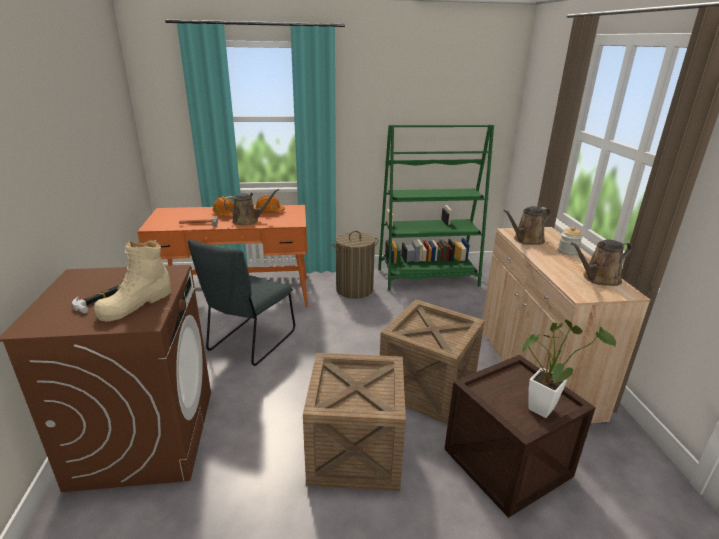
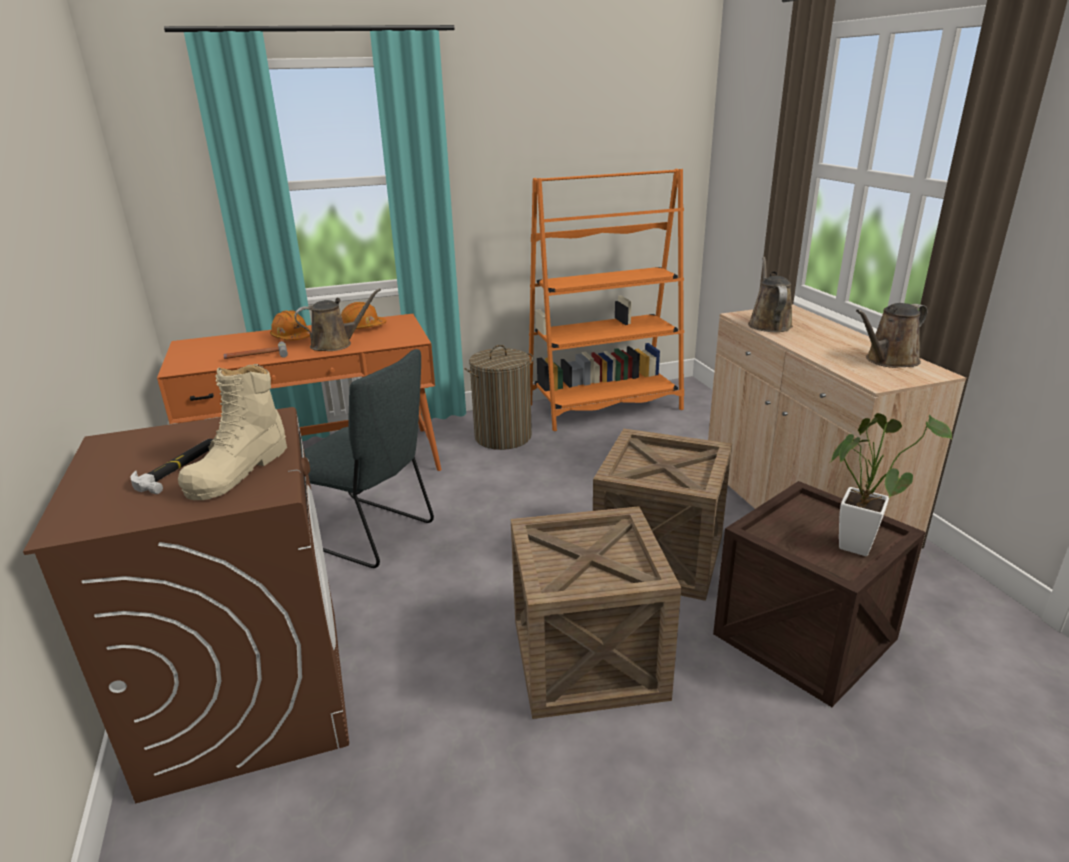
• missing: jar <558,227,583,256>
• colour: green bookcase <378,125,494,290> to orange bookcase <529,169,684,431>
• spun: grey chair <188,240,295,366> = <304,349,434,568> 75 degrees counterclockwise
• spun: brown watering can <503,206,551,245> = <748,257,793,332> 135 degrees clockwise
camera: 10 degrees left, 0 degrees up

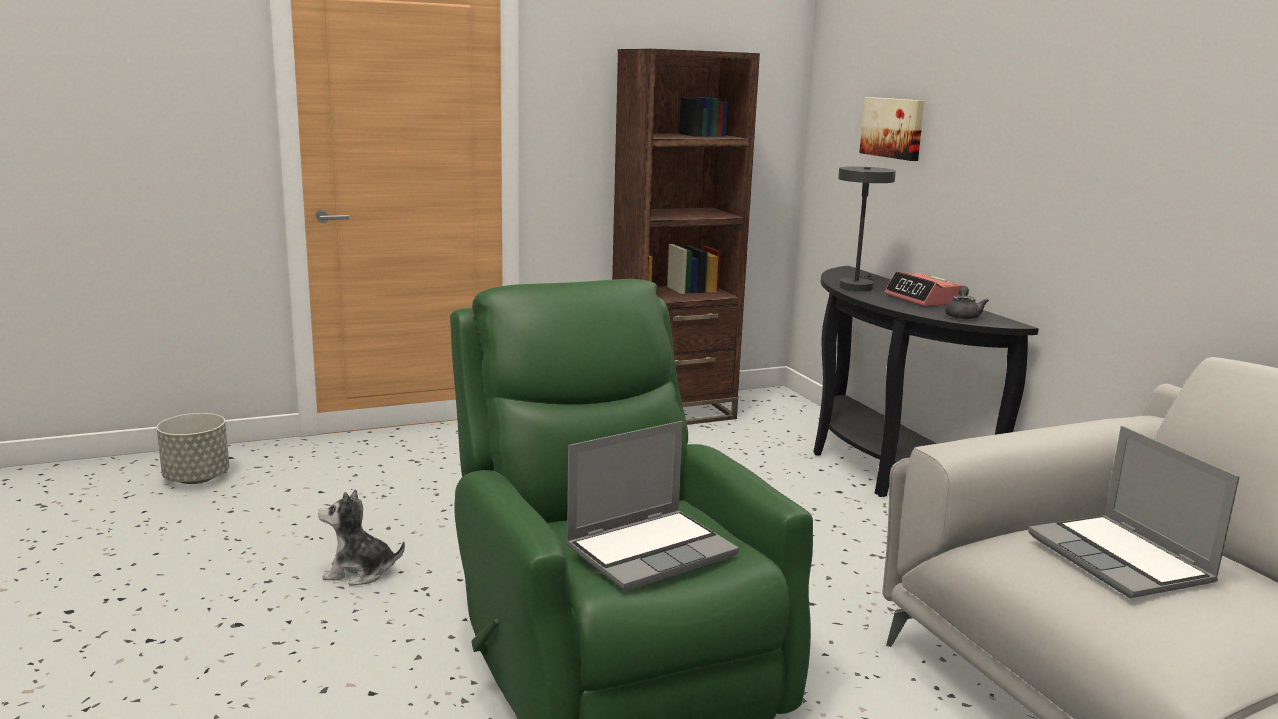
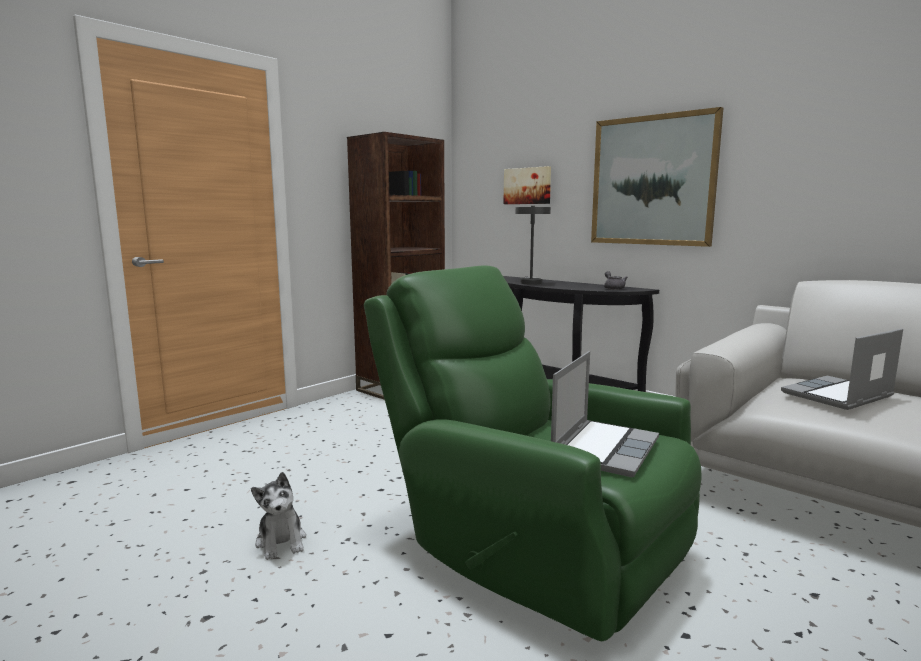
• missing: grey planter <157,413,229,484>
• missing: alarm clock <885,271,962,306>
• appeared: picture <591,107,723,247>
• spun: plush toy <318,489,405,586> = <251,472,306,560> 90 degrees counterclockwise
• spun: laptop <1028,426,1239,598> = <781,329,903,410> 105 degrees clockwise
camera: 25 degrees left, 5 degrees down

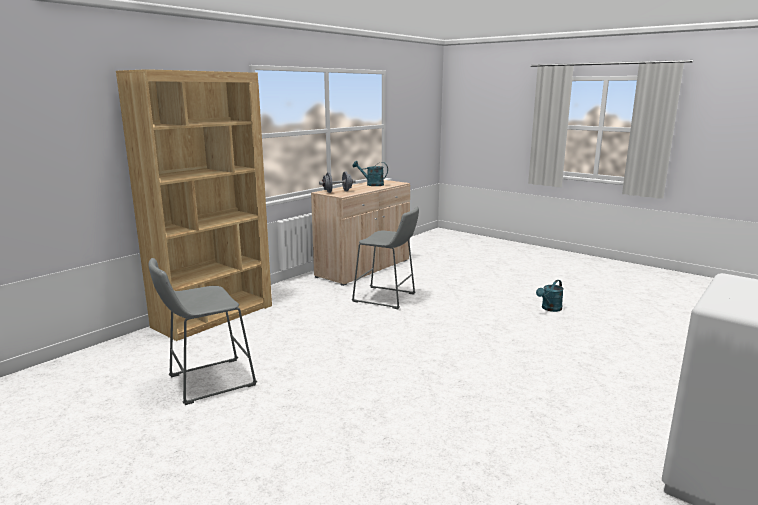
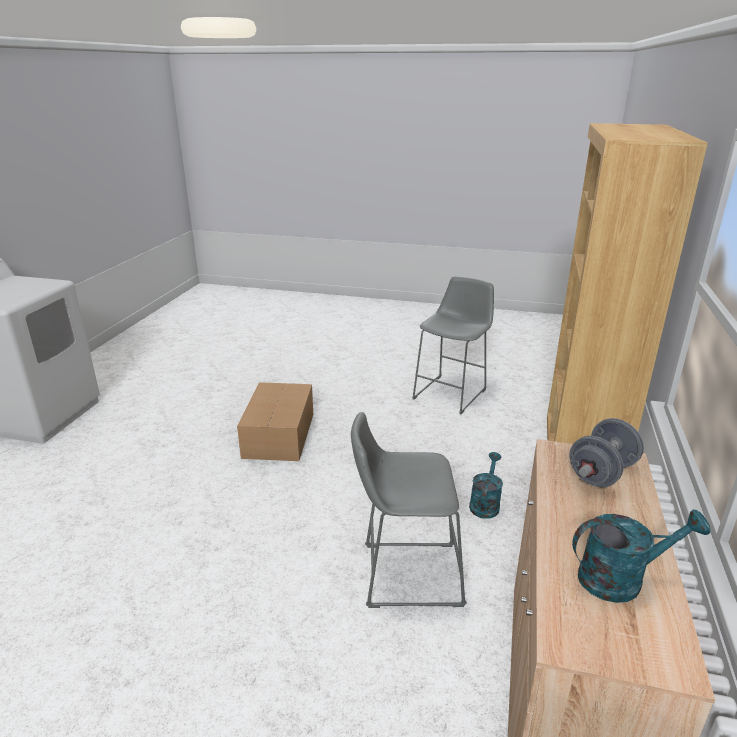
• appeared: cardboard box <237,382,313,461>
• relocated: turquoise watering can <536,280,564,312> to <469,452,503,519>
camera: 155 degrees right, 10 degrees up

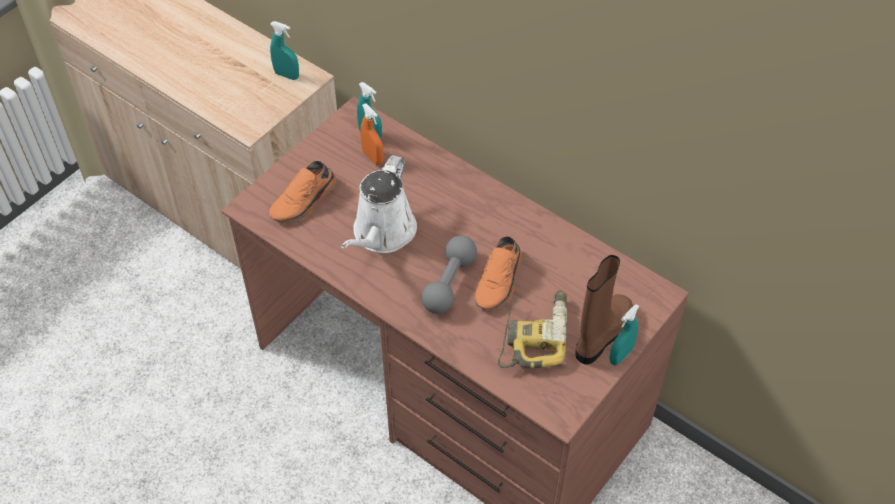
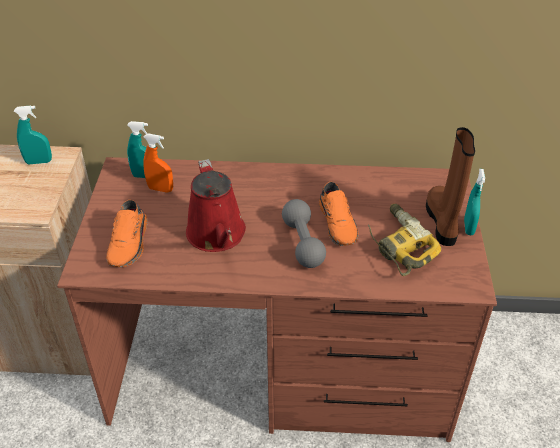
• colour: white watering can <341,155,417,253> to red watering can <186,159,246,252>
camera: 35 degrees left, 10 degrees down

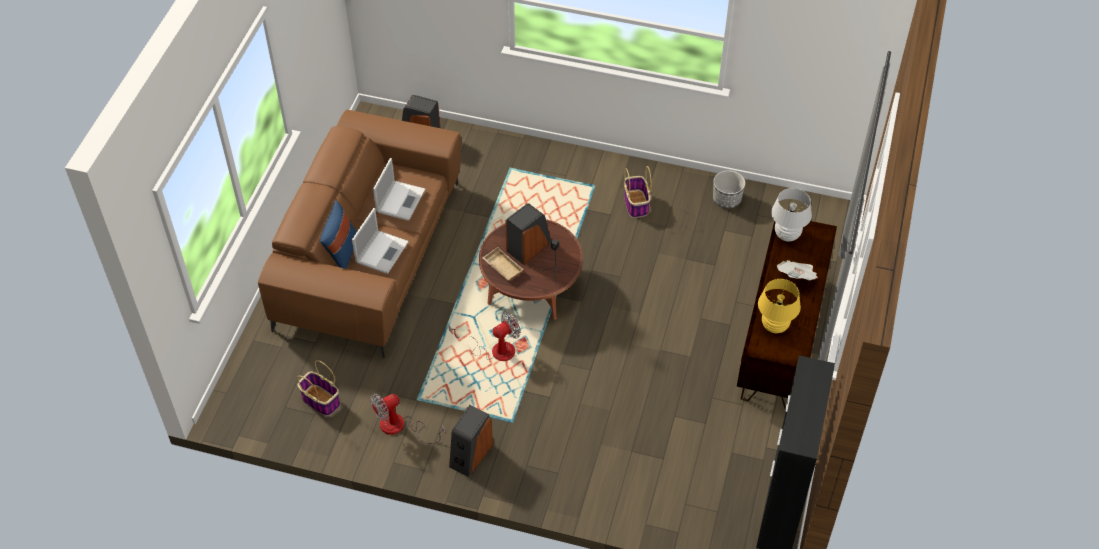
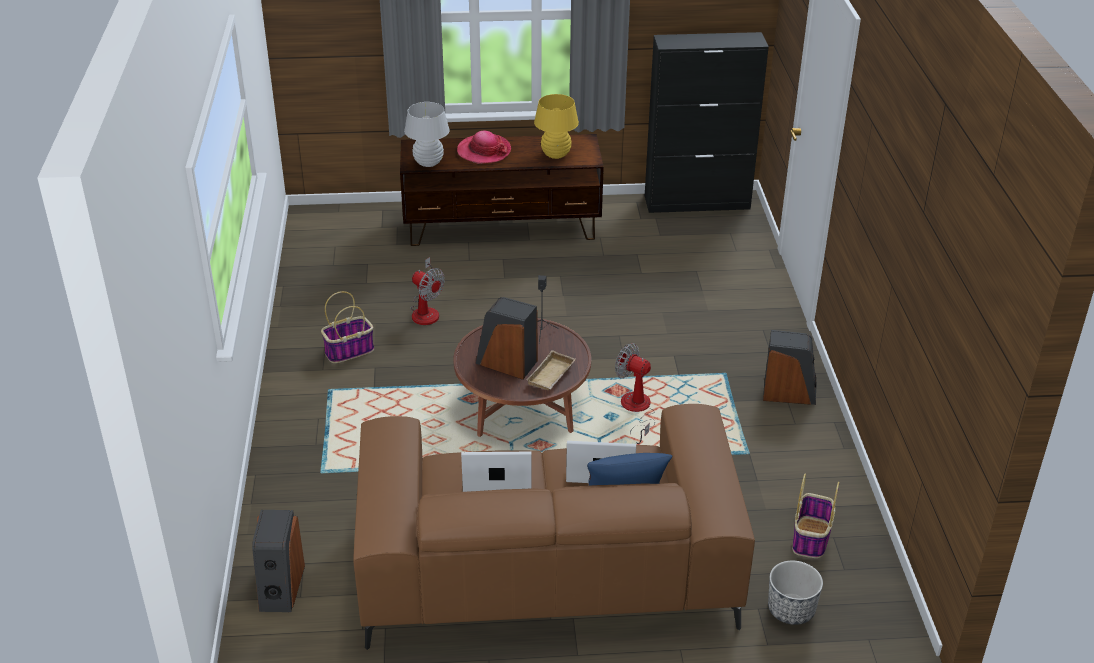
• relocated: fan <370,393,446,444> to <410,257,445,325>
• relocated: planter <713,170,745,209> to <768,561,823,625>
• exchanged: newspaper <777,260,818,280> to hat <457,131,511,164>
camera: 110 degrees left, 15 degrees down

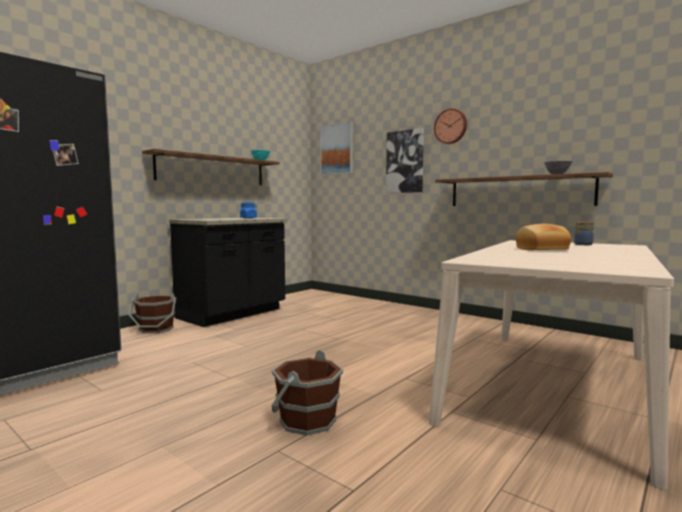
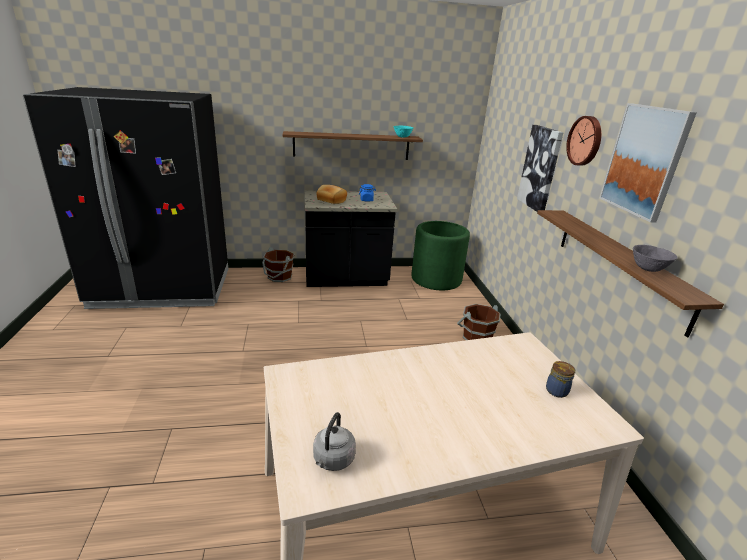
• appeared: grey kettle <313,412,356,471>
• appeared: green planter <411,221,470,290>
• relocated: brown bucket <272,350,343,435> to <457,304,501,340>
• relocated: picture <320,121,353,175> to <600,103,697,222>
• relocated: bread <515,224,571,250> to <316,185,347,204>
camera: 40 degrees right, 20 degrees up

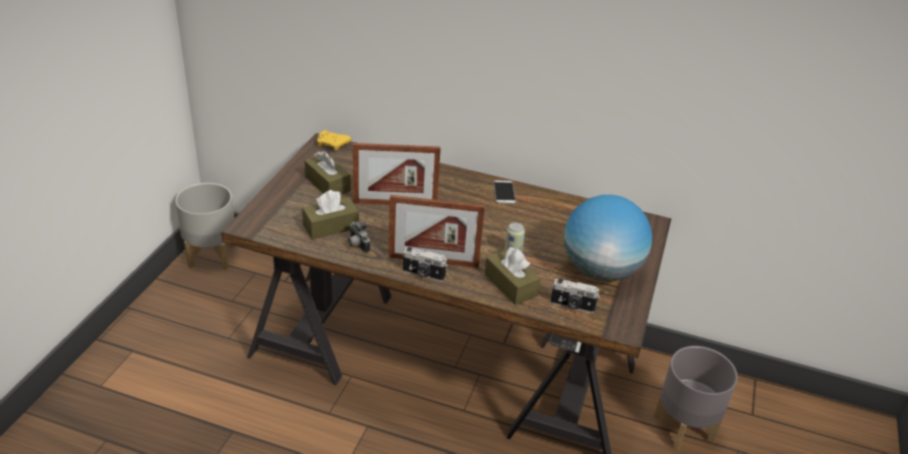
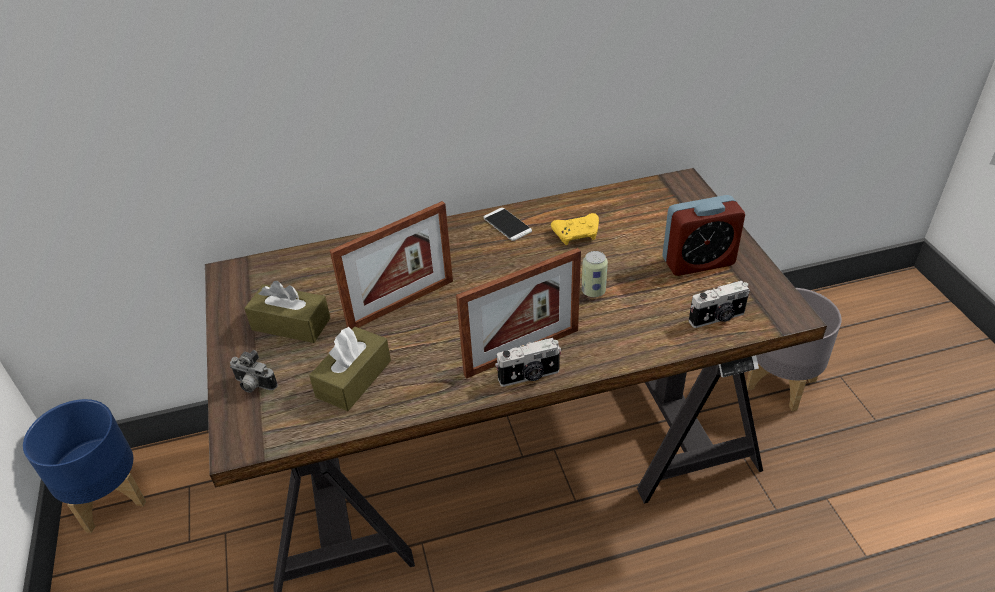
• missing: brown tissue box <485,247,541,305>
• relocated: yellow game controller <317,130,351,150> to <551,213,599,245>
• relocated: photo camera <348,220,370,253> to <230,350,278,393>
• exchanged: globe <564,195,652,282> to alarm clock <662,195,745,276>
• colour: grey planter <176,183,235,270> to blue planter <23,399,146,533>
camera: 30 degrees left, 5 degrees up

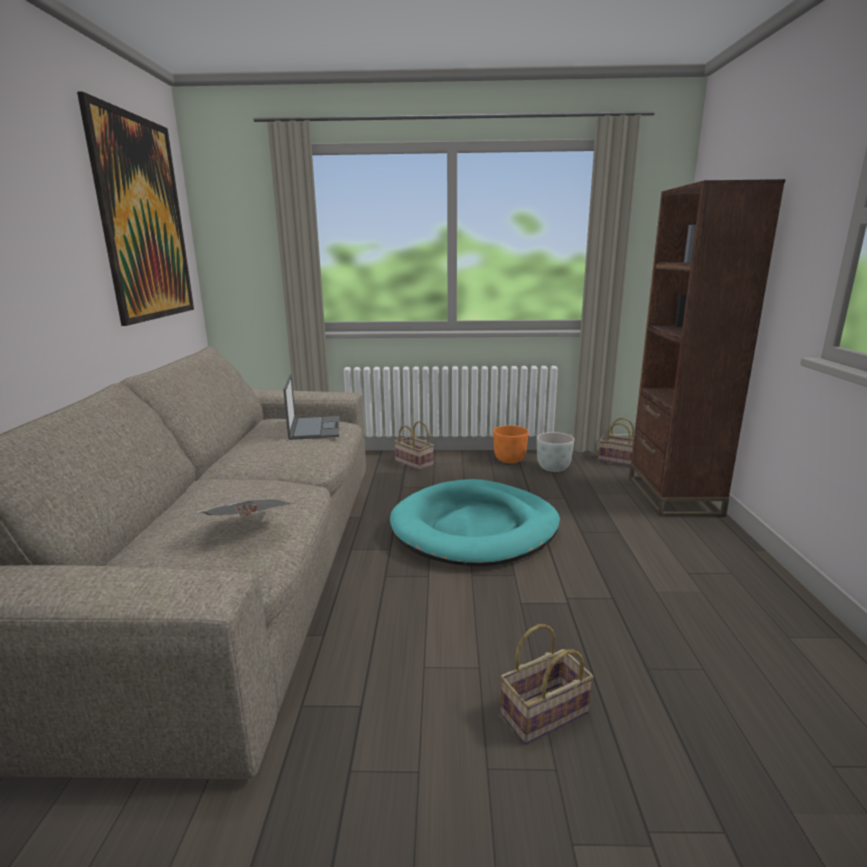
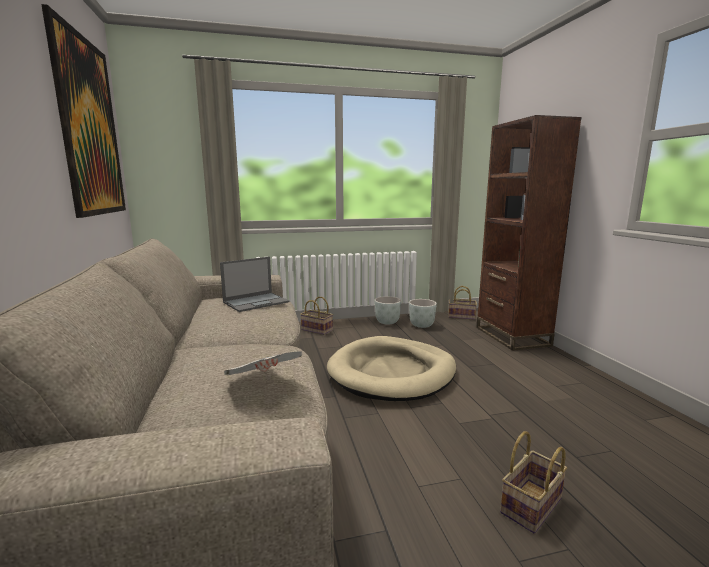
• colour: turquoise dog bed <390,479,560,566> to beige dog bed <327,336,456,401>
• colour: orange planter <493,425,529,463> to grey planter <375,296,401,325>
• spun: laptop <283,374,339,440> = <220,257,289,312> 75 degrees clockwise
camera: 15 degrees left, 5 degrees down

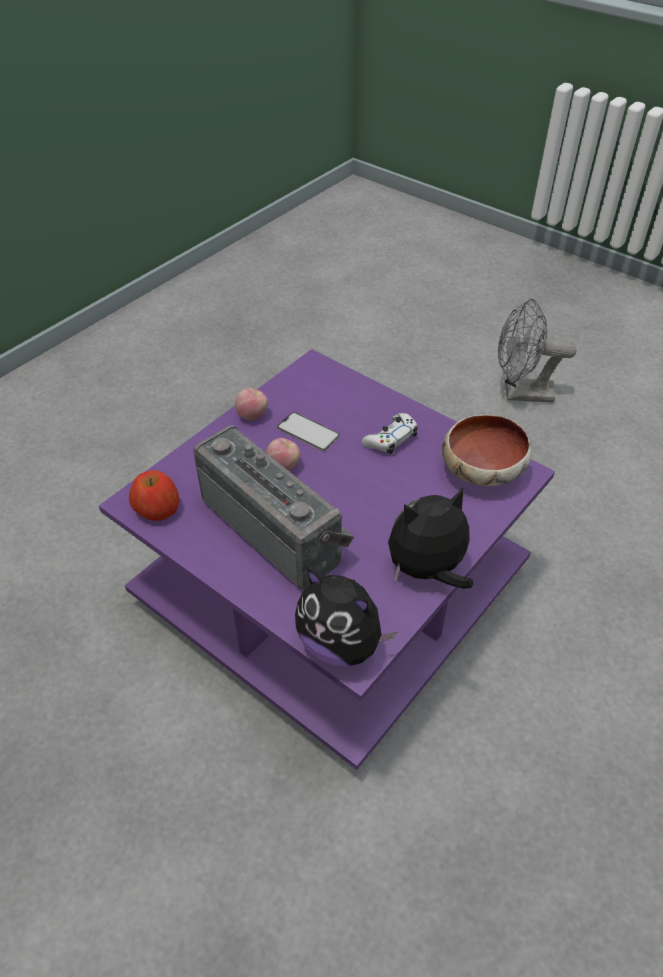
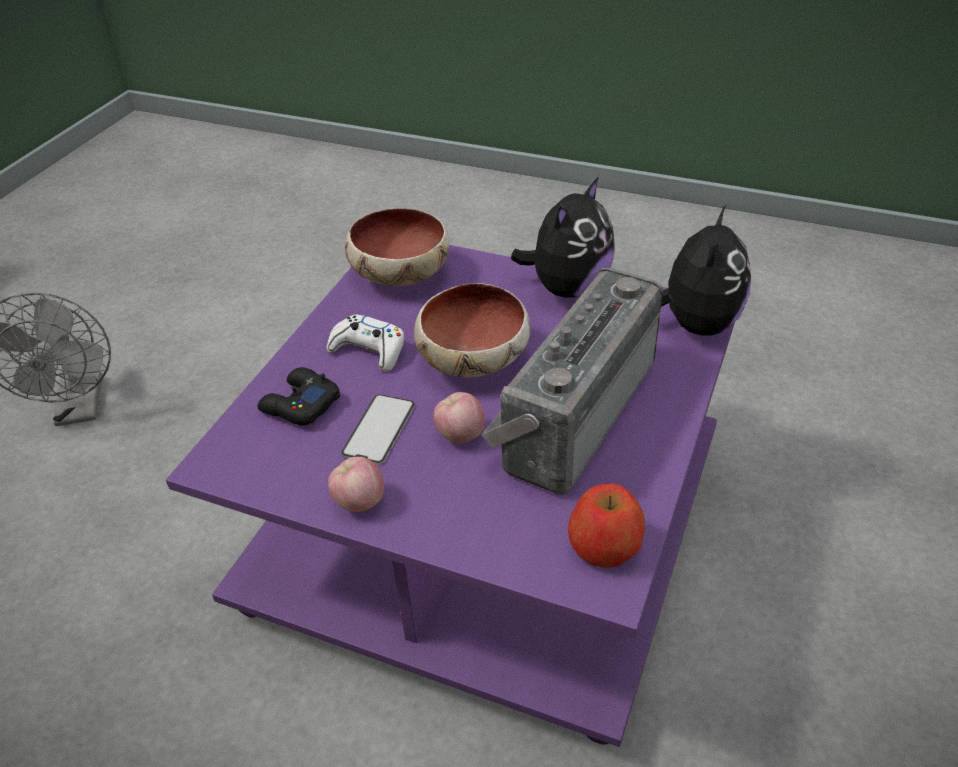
• appeared: black game controller <257,367,340,426>
• appeared: bowl <414,283,531,377>
• spun: plush toy <388,488,473,589> = <511,176,615,298> 105 degrees counterclockwise
camera: 105 degrees left, 5 degrees down

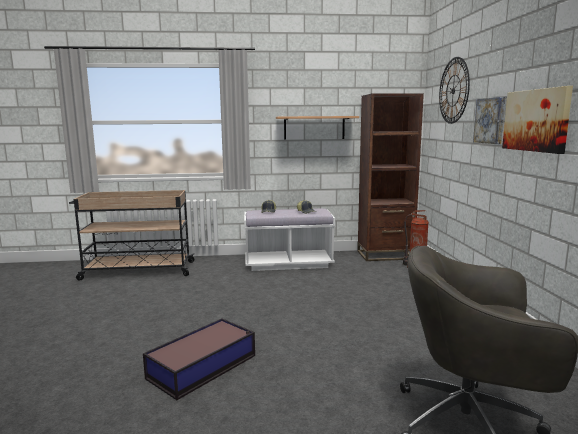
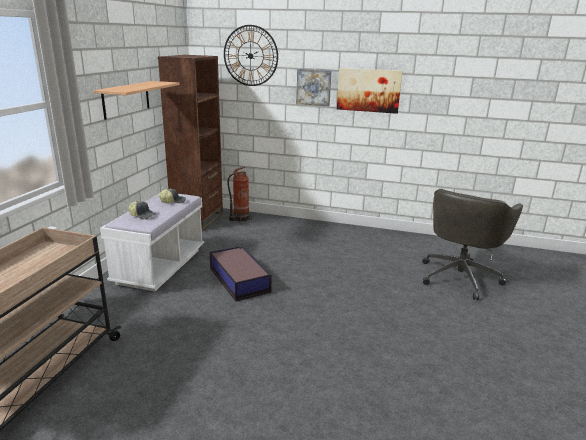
• relocated: storage box <143,318,255,400> to <210,246,271,301>
camera: 70 degrees left, 10 degrees up

